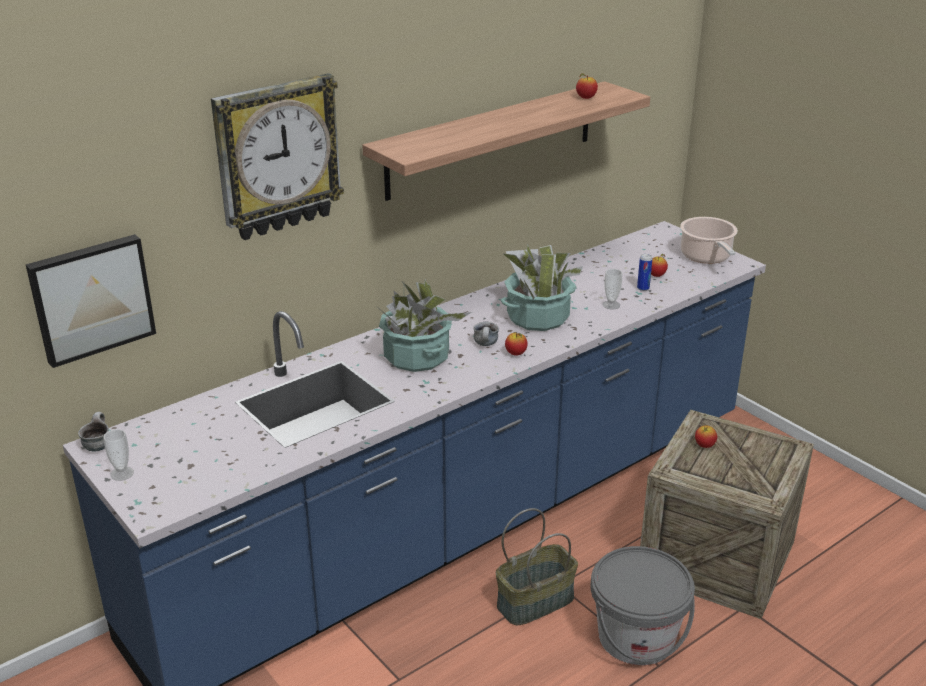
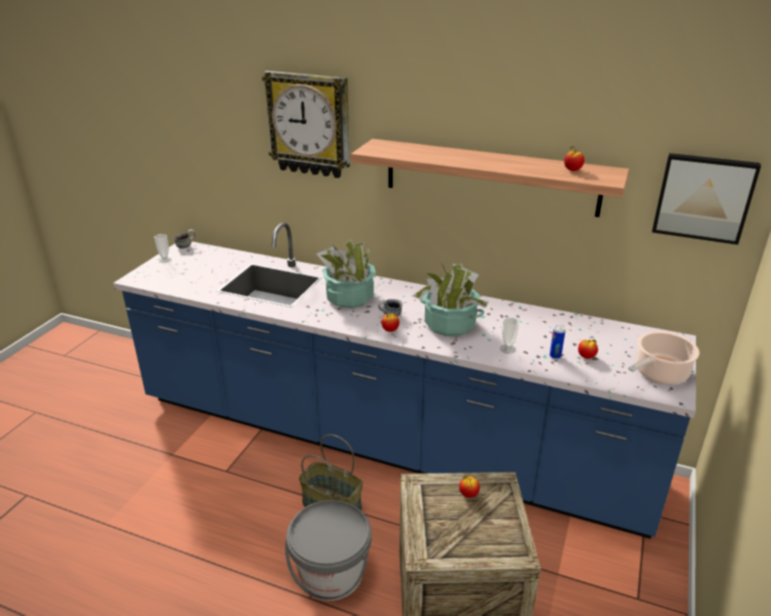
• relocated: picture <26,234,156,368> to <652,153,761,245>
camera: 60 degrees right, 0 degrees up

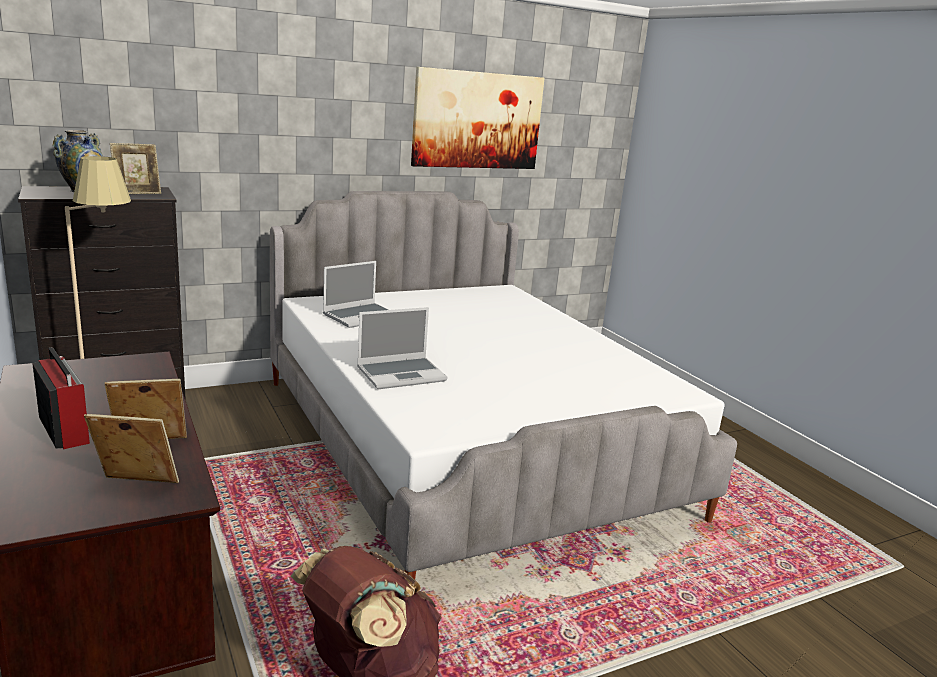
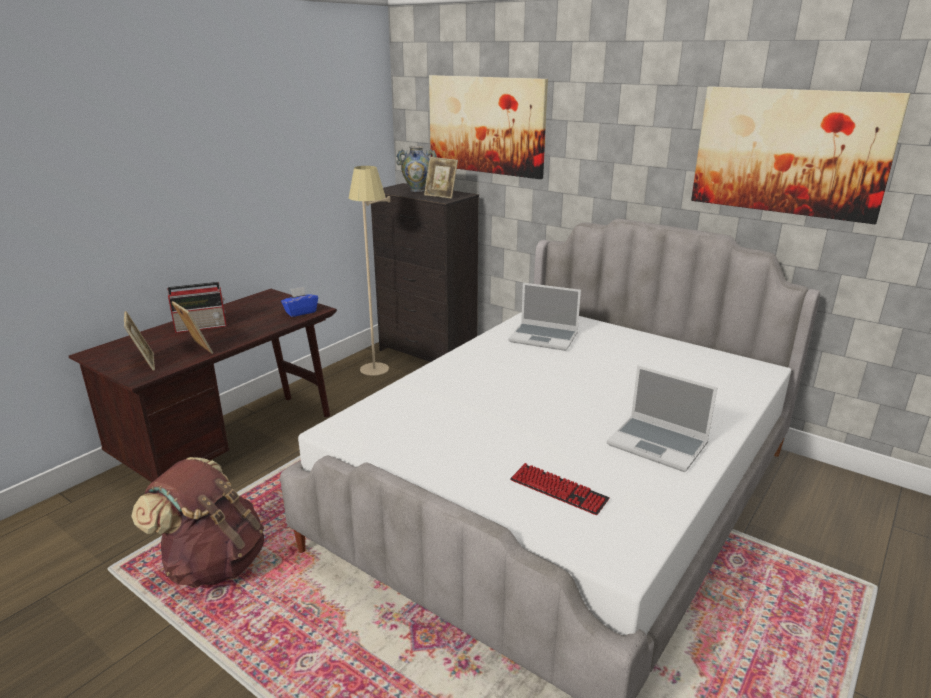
• appeared: blue tissue box <281,287,318,317>
• appeared: picture <429,75,548,179>
• appeared: keyboard <510,463,610,515>
• relocated: laptop <357,307,447,389> to <607,365,717,472>
• spun: radio <32,347,90,449> = <167,282,226,333> 45 degrees clockwise
camera: 65 degrees right, 5 degrees up

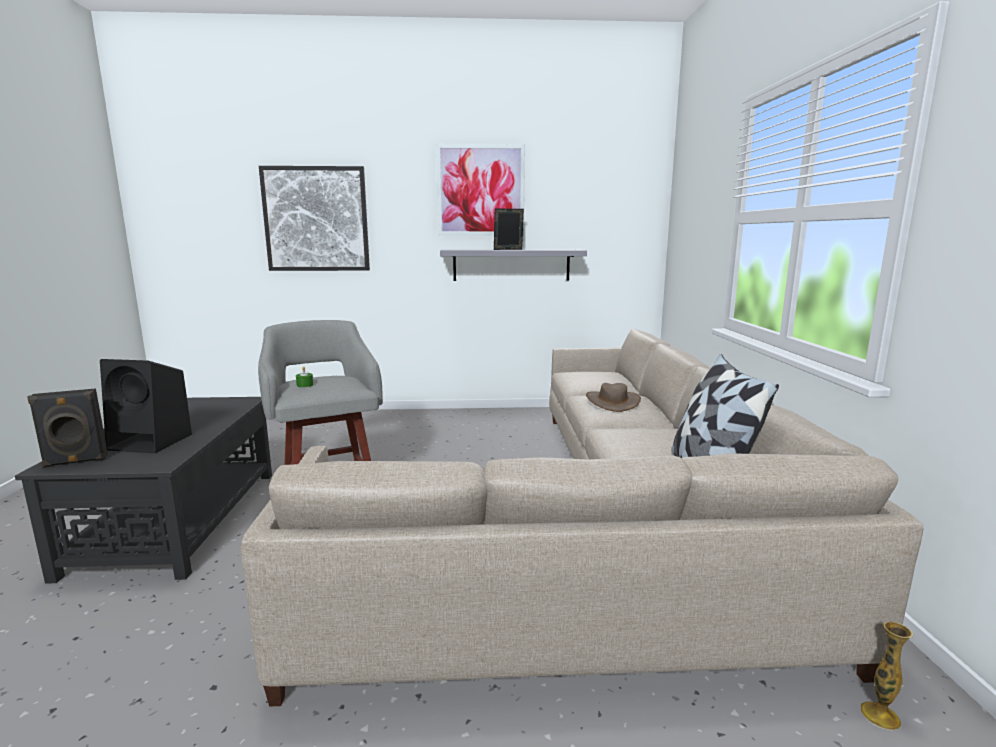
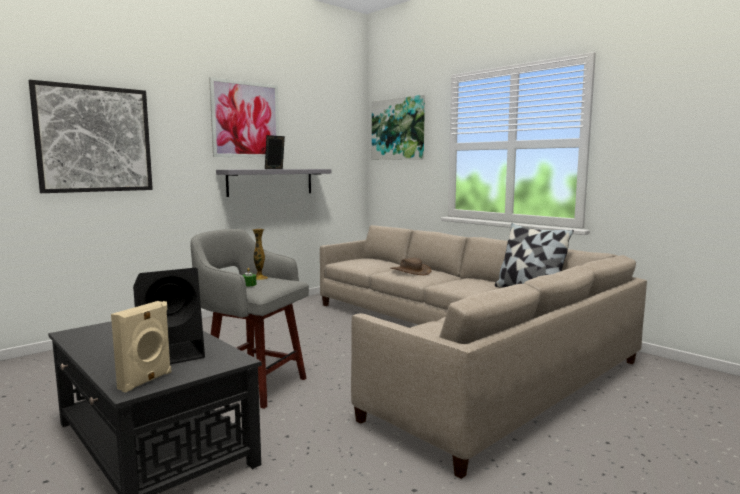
• appeared: picture <372,95,425,160>
• relocated: vase <860,622,913,730> to <252,229,268,280>
• colour: black speaker <27,388,108,468> to beige speaker <111,301,171,393>
camera: 40 degrees left, 5 degrees down

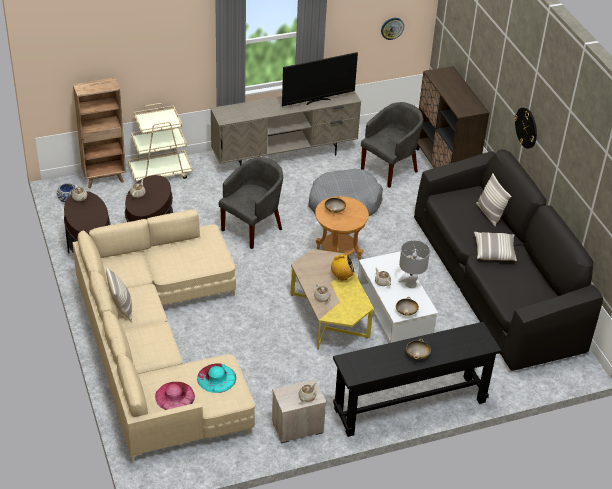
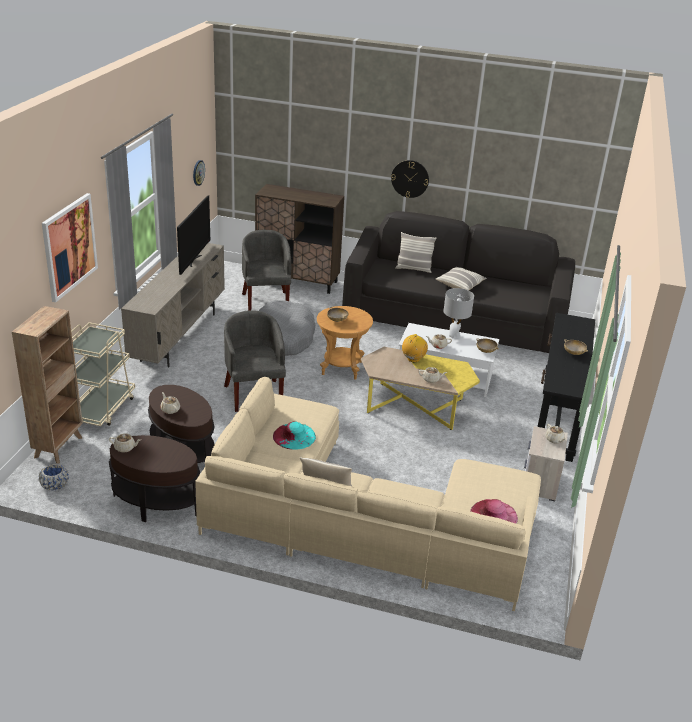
• appeared: picture <42,193,98,302>
• relocated: turquoise hat <197,363,236,393> to <273,422,316,450>
camera: 55 degrees left, 10 degrees down

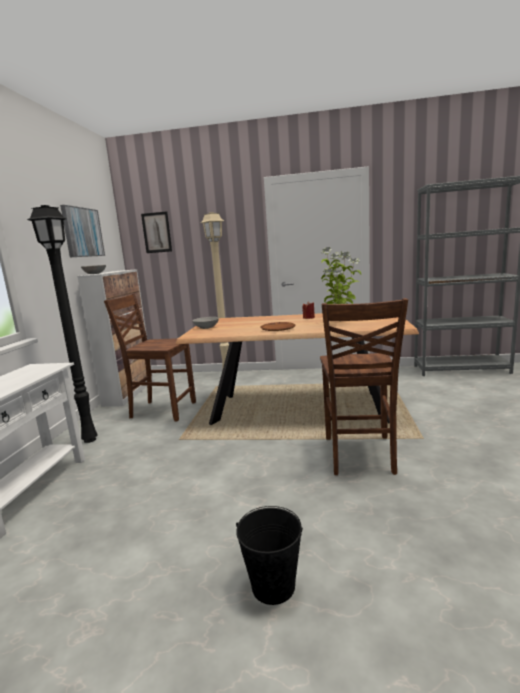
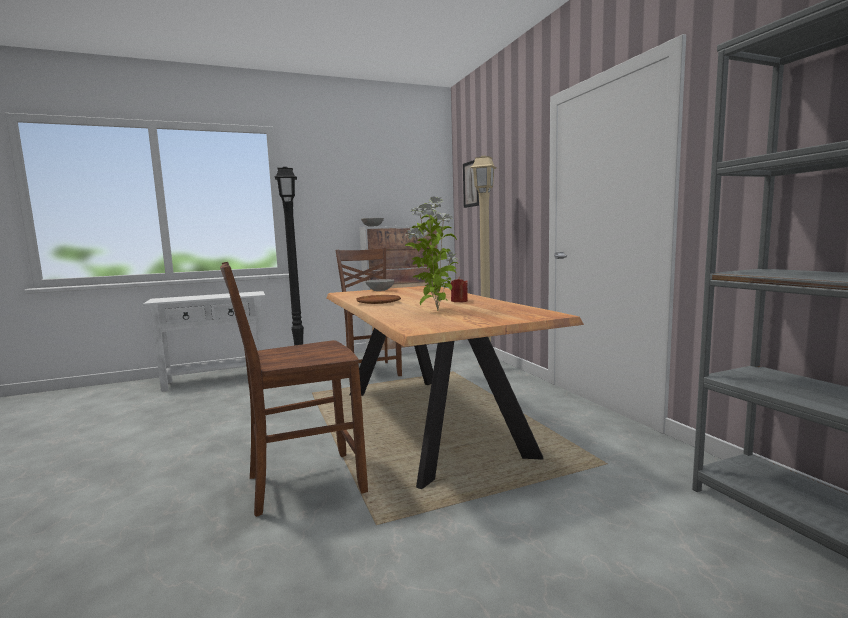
• missing: picture <60,205,105,257>
• missing: black bucket <236,506,303,605>
camera: 60 degrees right, 5 degrees down

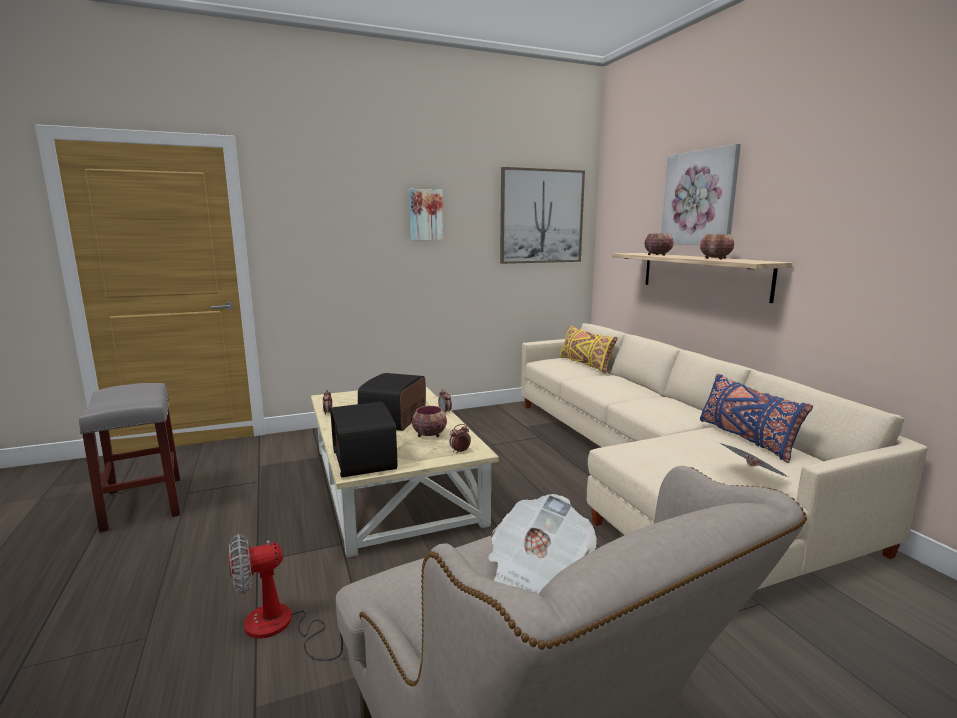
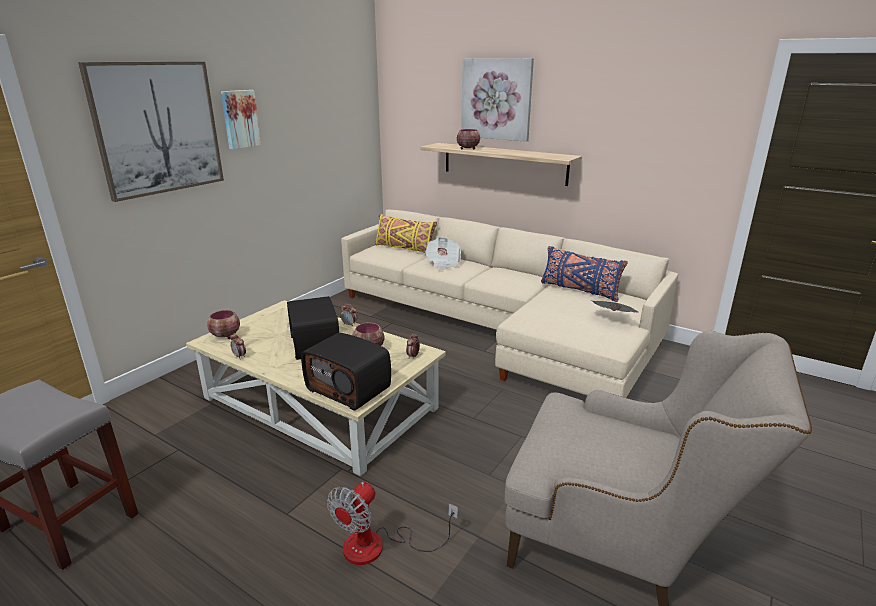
• relocated: newspaper <488,494,597,594> to <425,237,461,270>
• relocated: picture <500,167,585,264> to <78,62,224,202>
• relocated: bowl <700,234,734,259> to <207,310,240,339>
camera: 35 degrees left, 10 degrees up

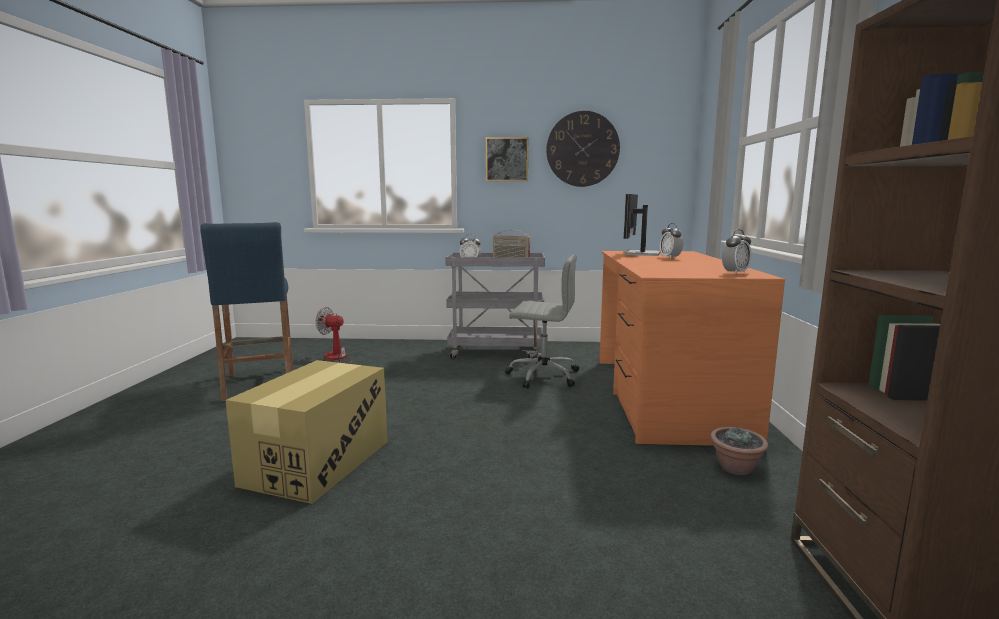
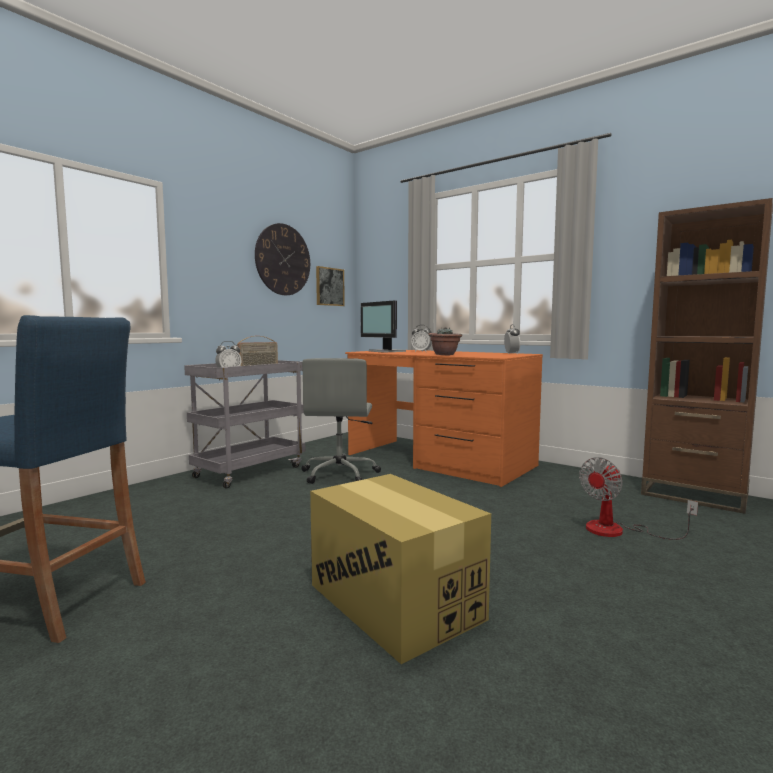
• relocated: fan <316,307,352,364> to <579,457,698,540>
• relocated: picture <486,137,529,181> to <316,266,345,306>
• relocated: potted plant <711,427,768,475> to <428,327,462,355>
• spun: grey office chair <505,255,579,389> = <301,358,381,484> 135 degrees clockwise
camera: 55 degrees left, 5 degrees down

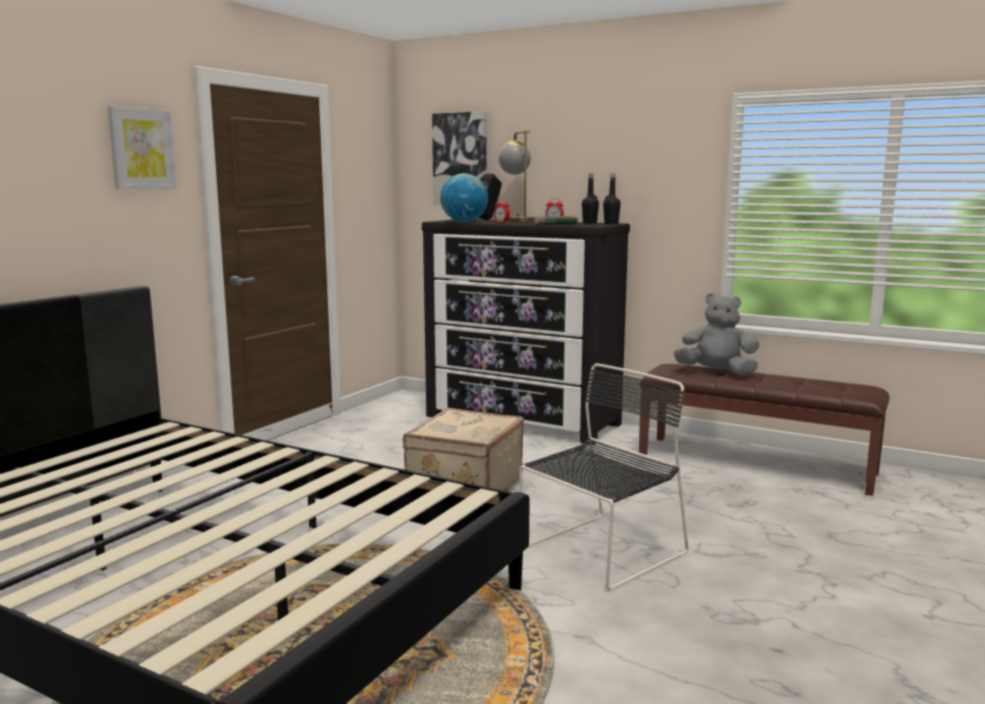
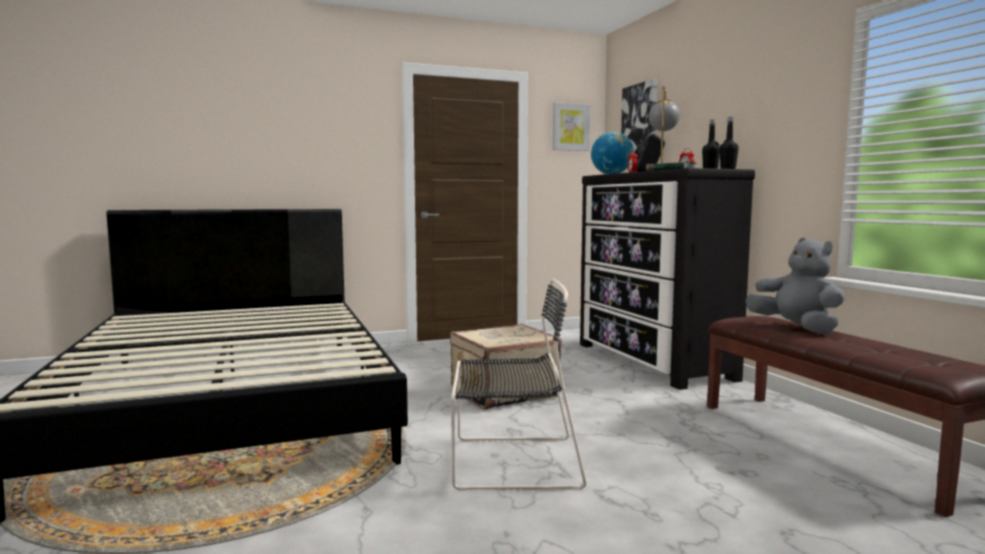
• relocated: picture <108,106,177,189> to <553,102,590,151>
camera: 40 degrees right, 5 degrees down

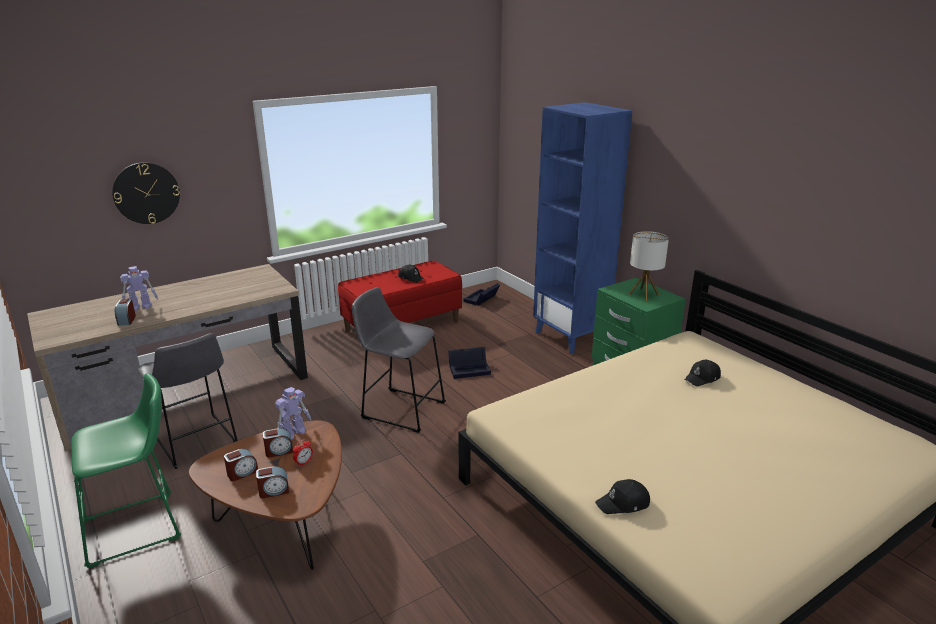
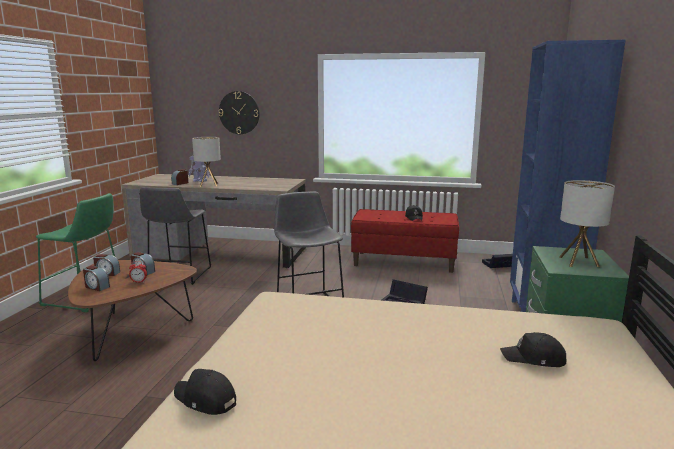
• missing: toy robot <275,387,311,440>
• appeared: table lamp <192,137,221,187>
camera: 45 degrees right, 10 degrees down

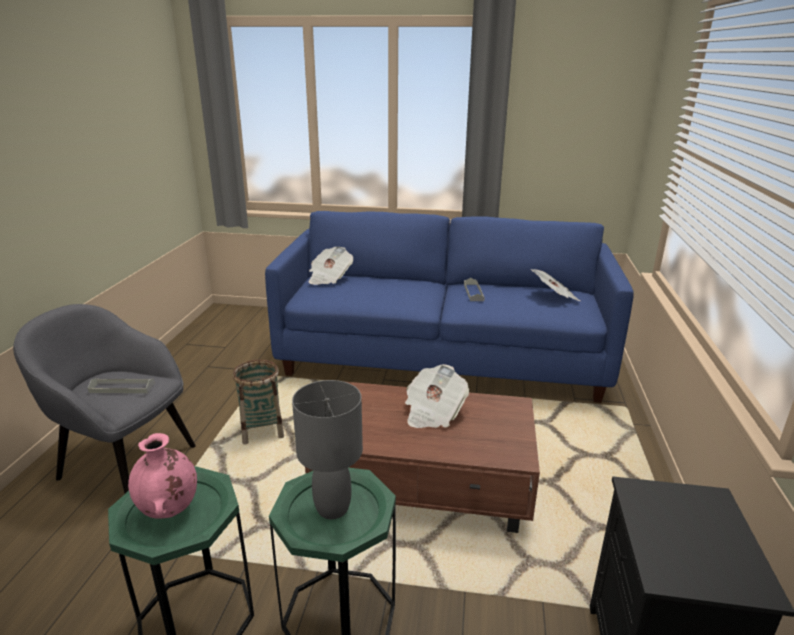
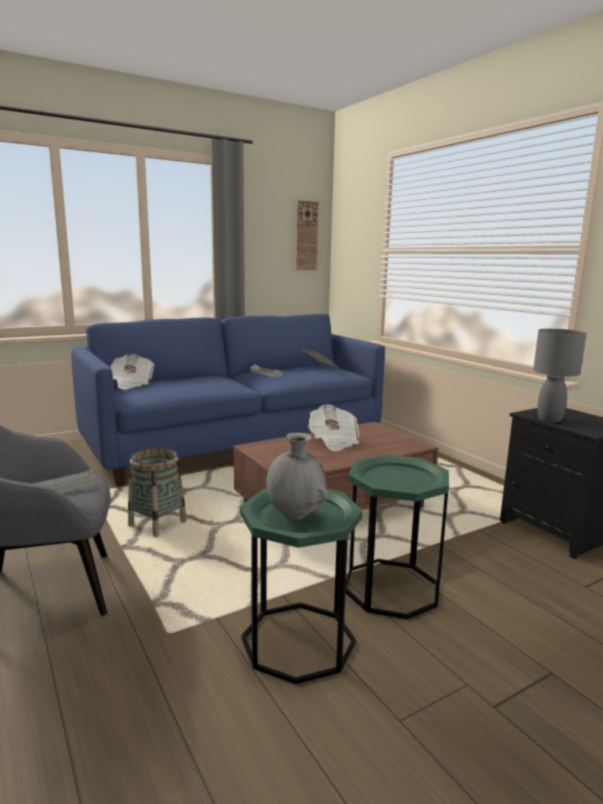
• appeared: wall clock <295,200,319,270>
• relocated: grey table lamp <292,380,363,519> to <533,329,587,422>
• colour: pink vase <128,433,197,518> to grey vase <266,433,328,520>
camera: 40 degrees left, 10 degrees down

